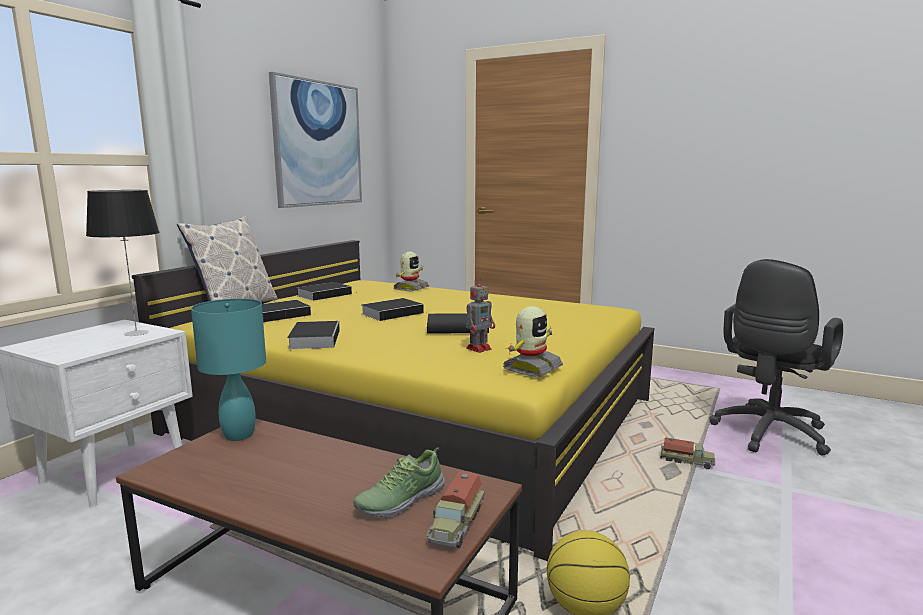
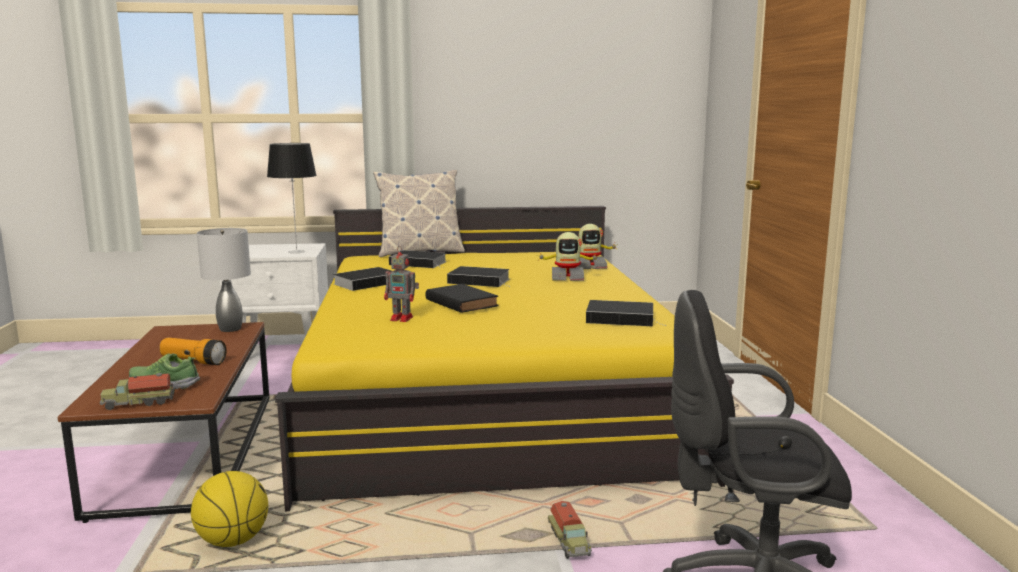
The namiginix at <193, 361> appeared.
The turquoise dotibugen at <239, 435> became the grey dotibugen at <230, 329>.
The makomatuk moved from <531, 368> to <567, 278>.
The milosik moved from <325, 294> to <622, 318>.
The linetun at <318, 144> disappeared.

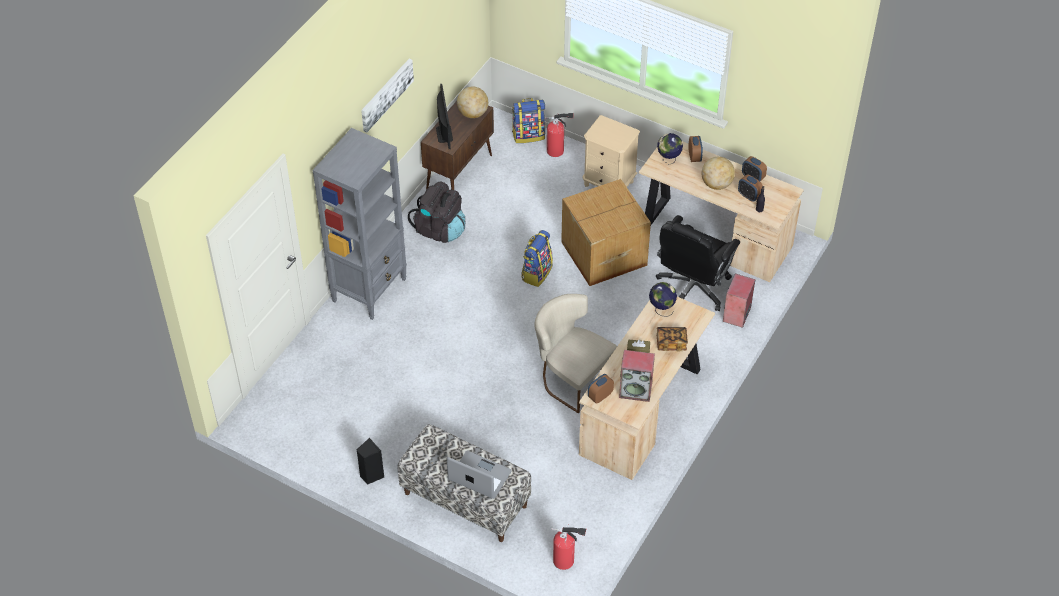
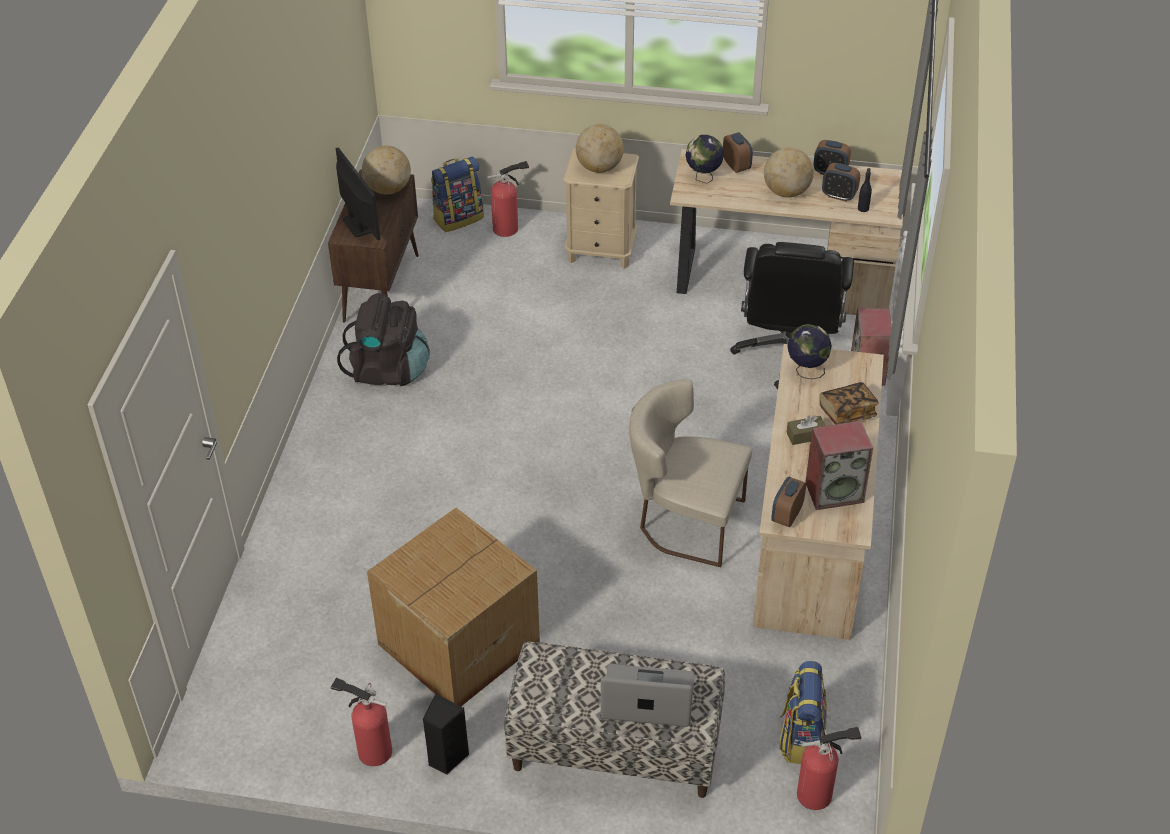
The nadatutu at <371, 750> appeared.
The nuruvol moved from <602, 253> to <456, 644>.
The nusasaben at <599, 167> appeared.
The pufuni moved from <536, 273> to <801, 738>.
The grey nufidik at <370, 289> disappeared.
The linetun at <386, 94> disappeared.

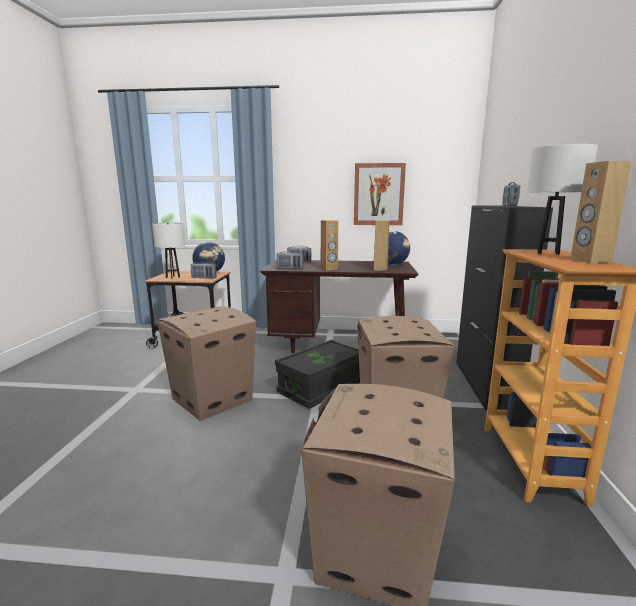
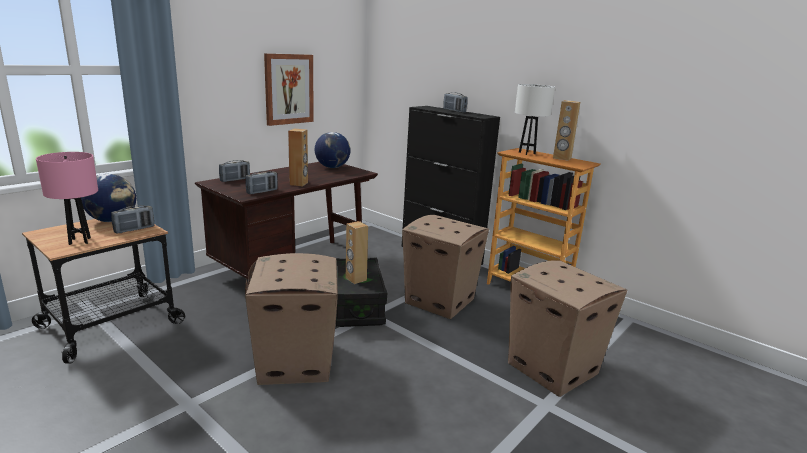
The white dotibugen at <173, 277> became the pink dotibugen at <80, 241>.
The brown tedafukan moved from <380, 269> to <355, 279>.

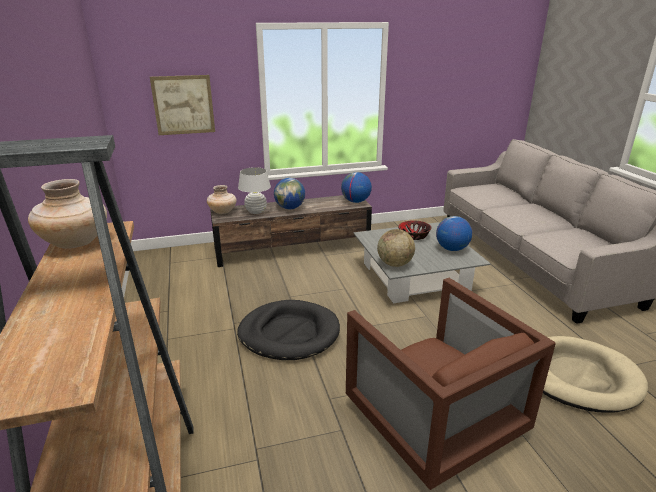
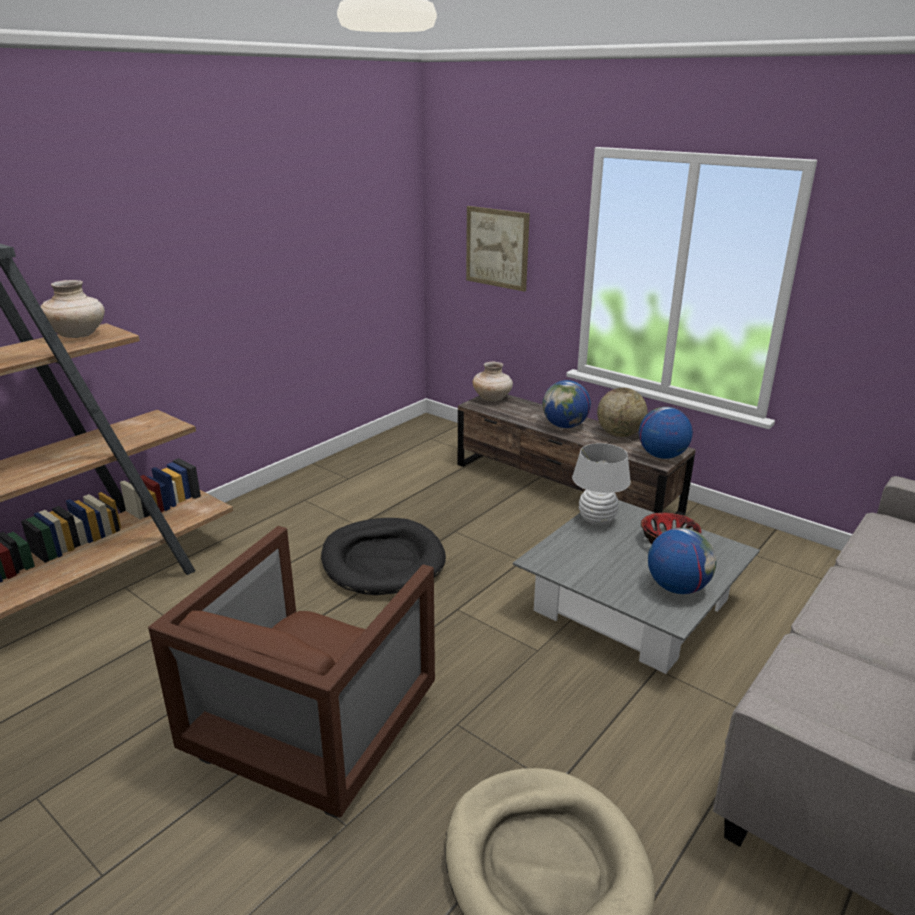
The white dotibugen moved from <256, 212> to <597, 520>.
The nusasaben moved from <395, 264> to <619, 434>.

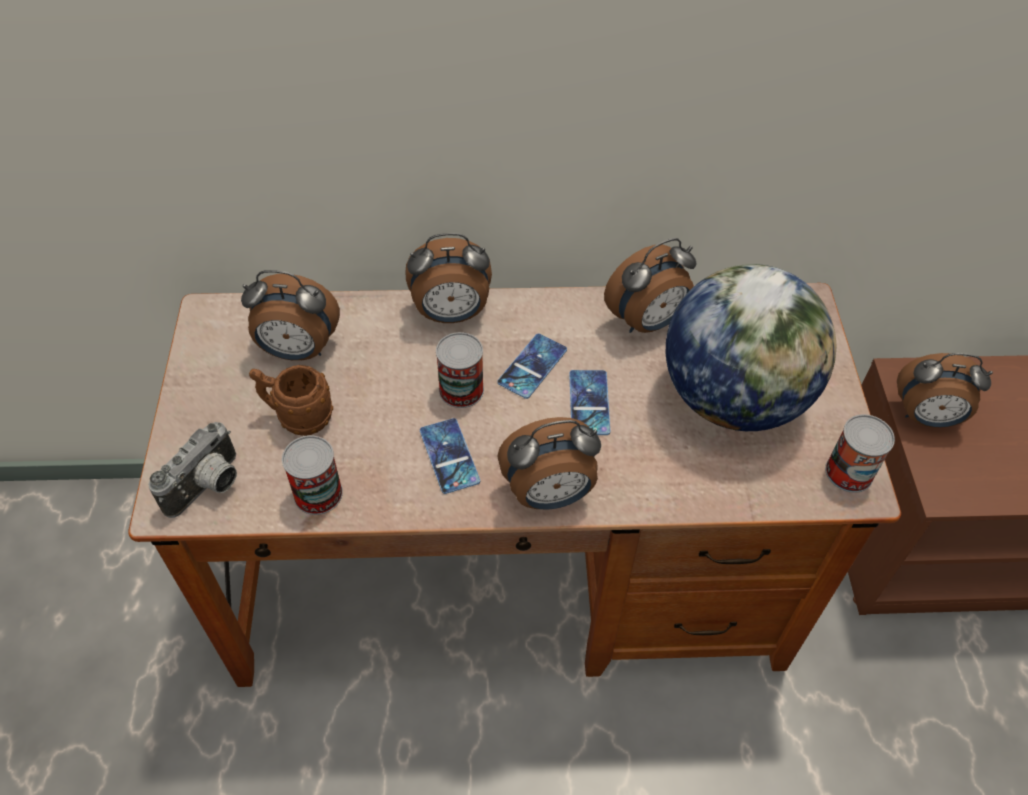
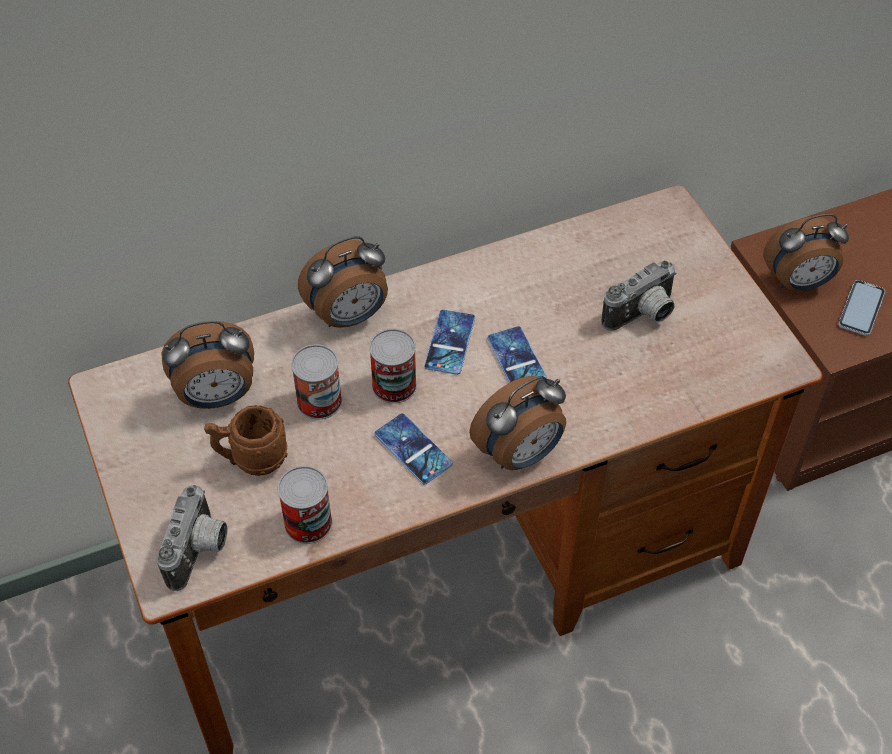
The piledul moved from <849, 472> to <319, 401>.
The nusasaben at <733, 398> was replaced by the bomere at <643, 316>.
The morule at <861, 309> appeared.
The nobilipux at <647, 322> disappeared.

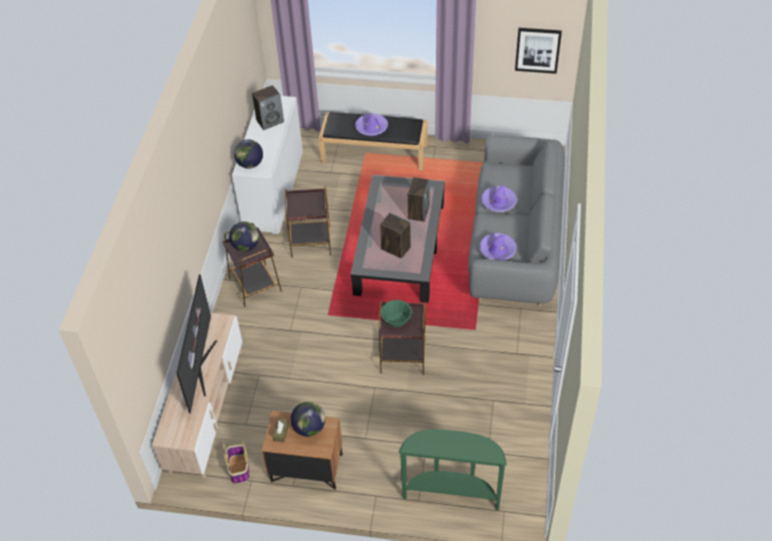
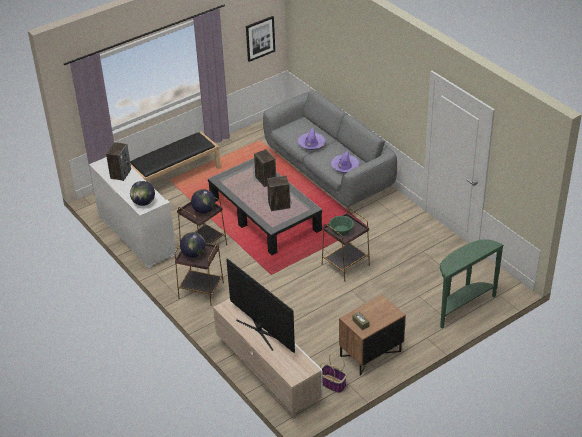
The nusasaben moved from <309, 428> to <204, 210>.
The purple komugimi at <371, 127> disappeared.

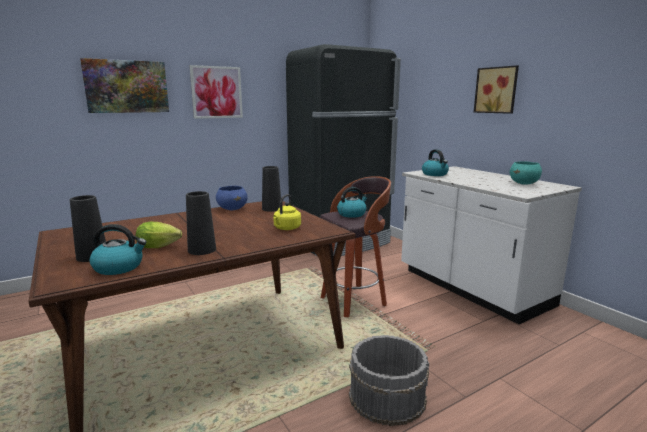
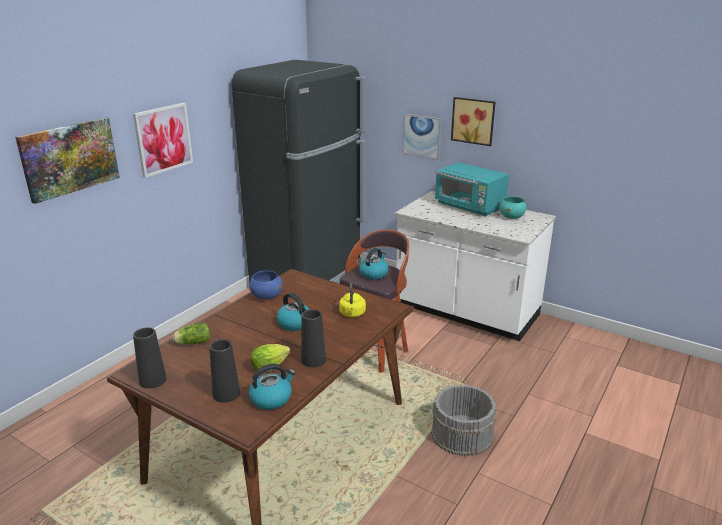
The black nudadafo moved from <271, 209> to <152, 380>.
The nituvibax at <192, 343> appeared.
The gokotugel moved from <435, 174> to <295, 323>.
The linetun at <422, 136> appeared.
The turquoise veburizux at <469, 207> appeared.

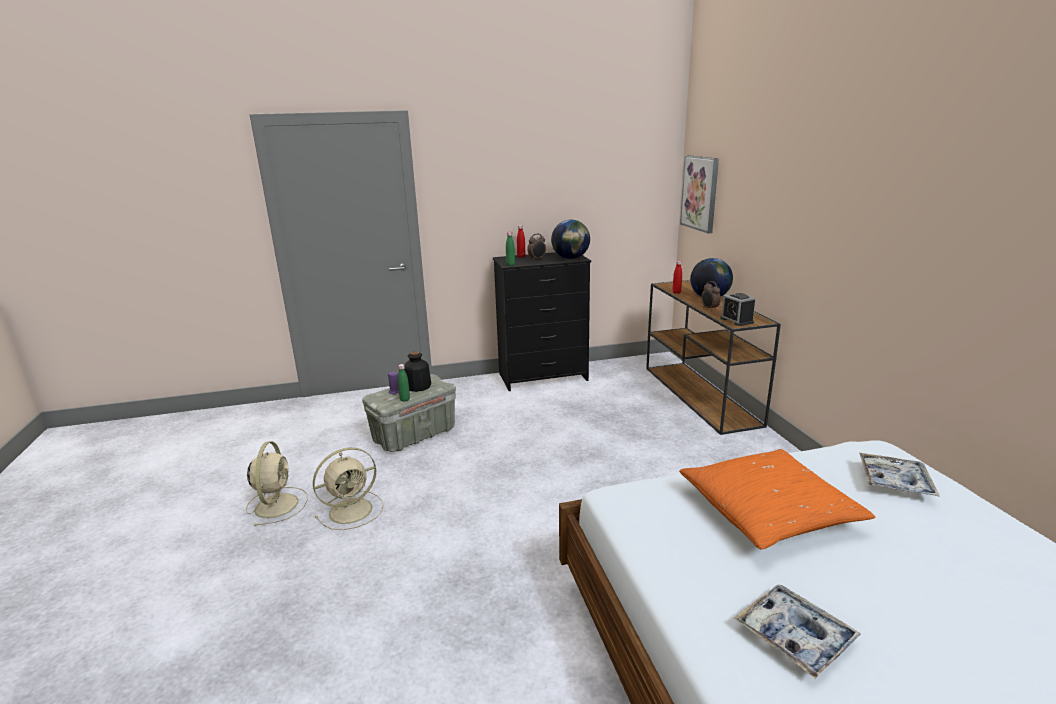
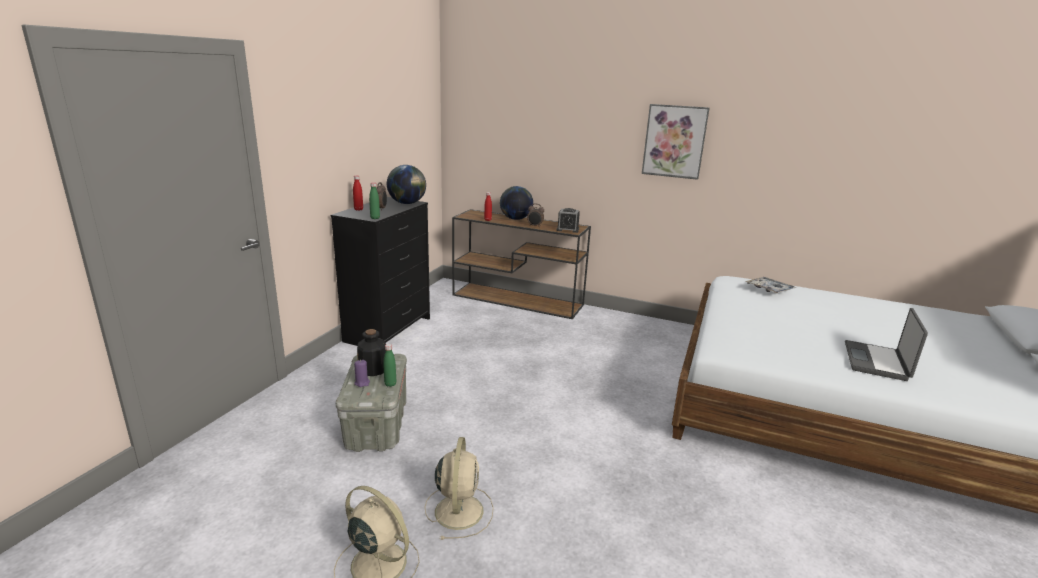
The linetun moved from <700, 193> to <674, 141>.
The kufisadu at <794, 636> was replaced by the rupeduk at <877, 362>.
The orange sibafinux at <768, 511> disappeared.

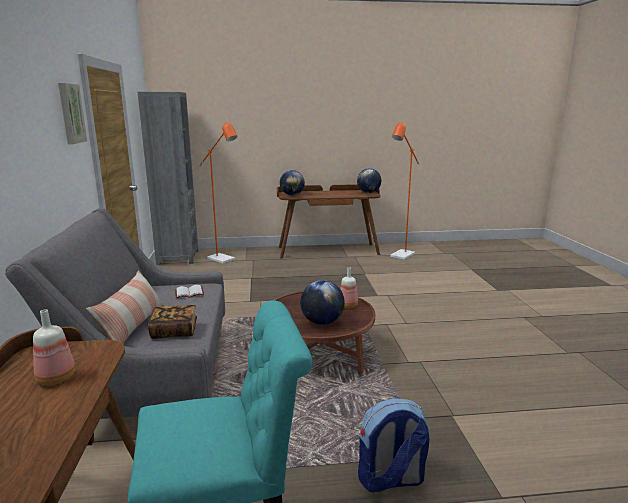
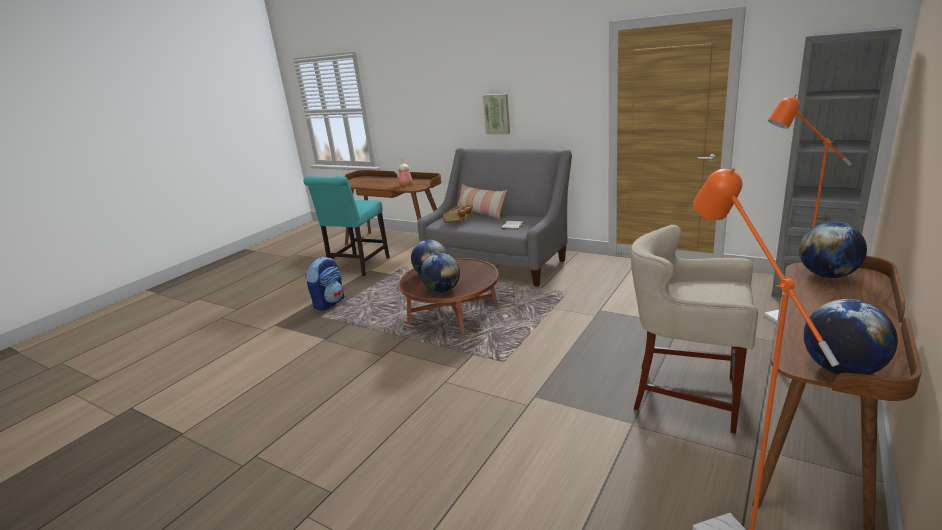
The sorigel at <347, 305> was replaced by the nusasaben at <442, 290>.
The linetun moved from <70, 113> to <497, 114>.
The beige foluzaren at <687, 395> appeared.

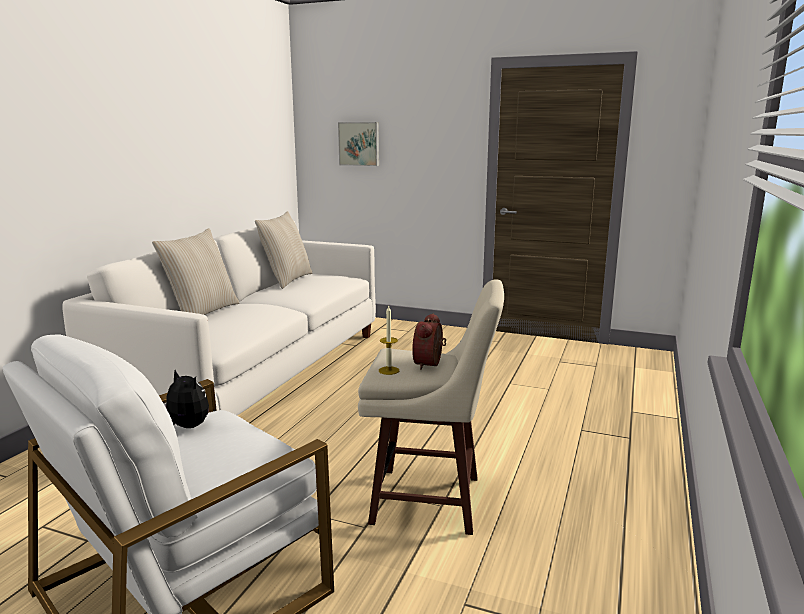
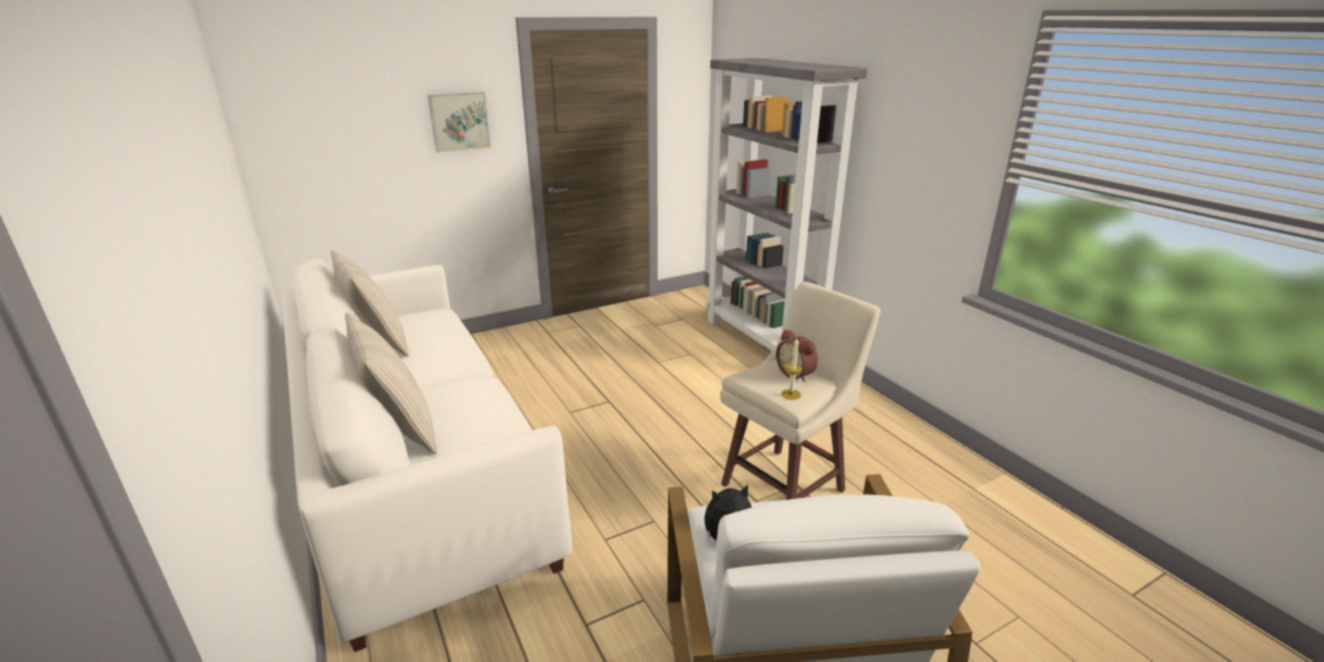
The linetun moved from <359, 144> to <459, 121>.
The grey nufidik at <763, 341> appeared.

